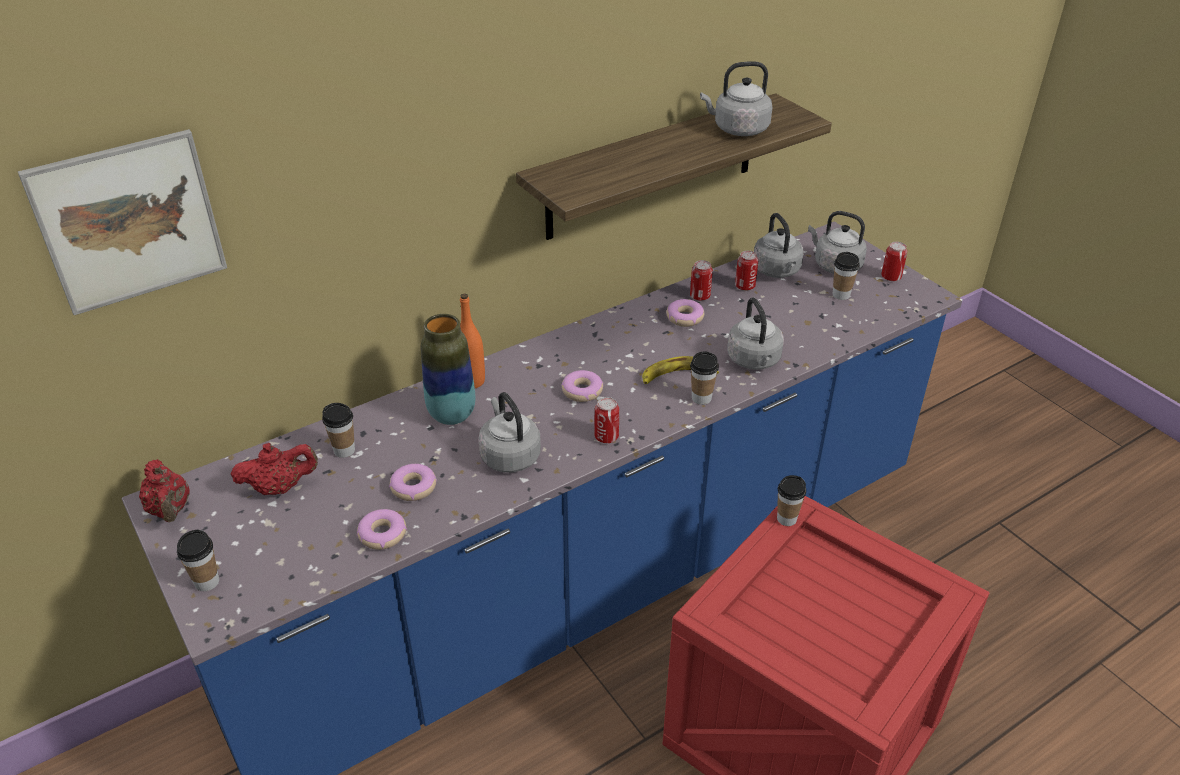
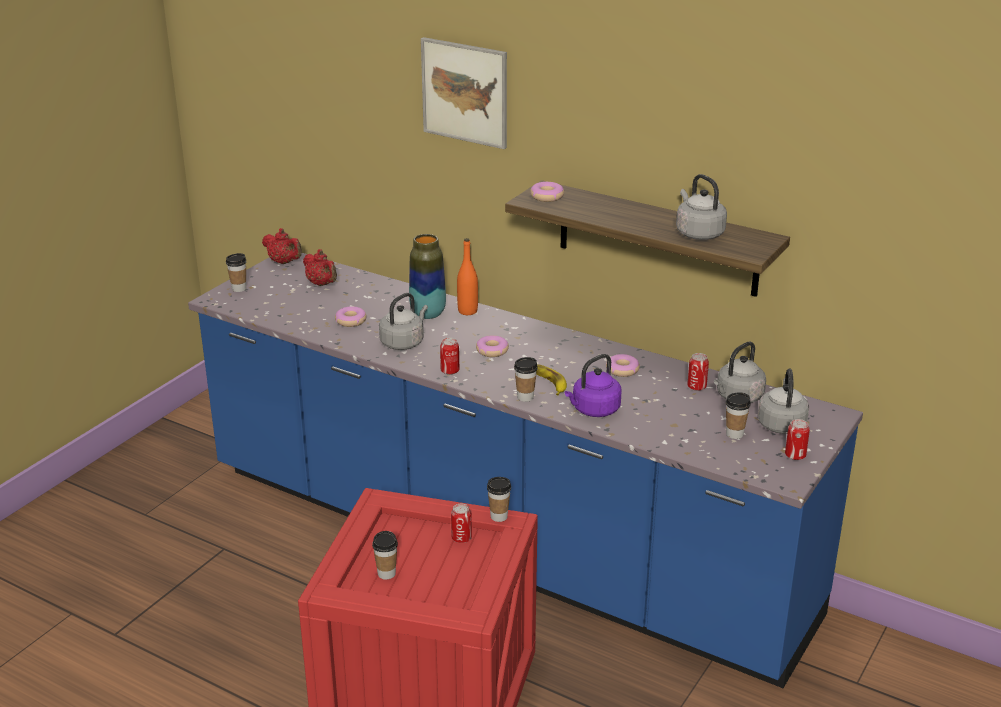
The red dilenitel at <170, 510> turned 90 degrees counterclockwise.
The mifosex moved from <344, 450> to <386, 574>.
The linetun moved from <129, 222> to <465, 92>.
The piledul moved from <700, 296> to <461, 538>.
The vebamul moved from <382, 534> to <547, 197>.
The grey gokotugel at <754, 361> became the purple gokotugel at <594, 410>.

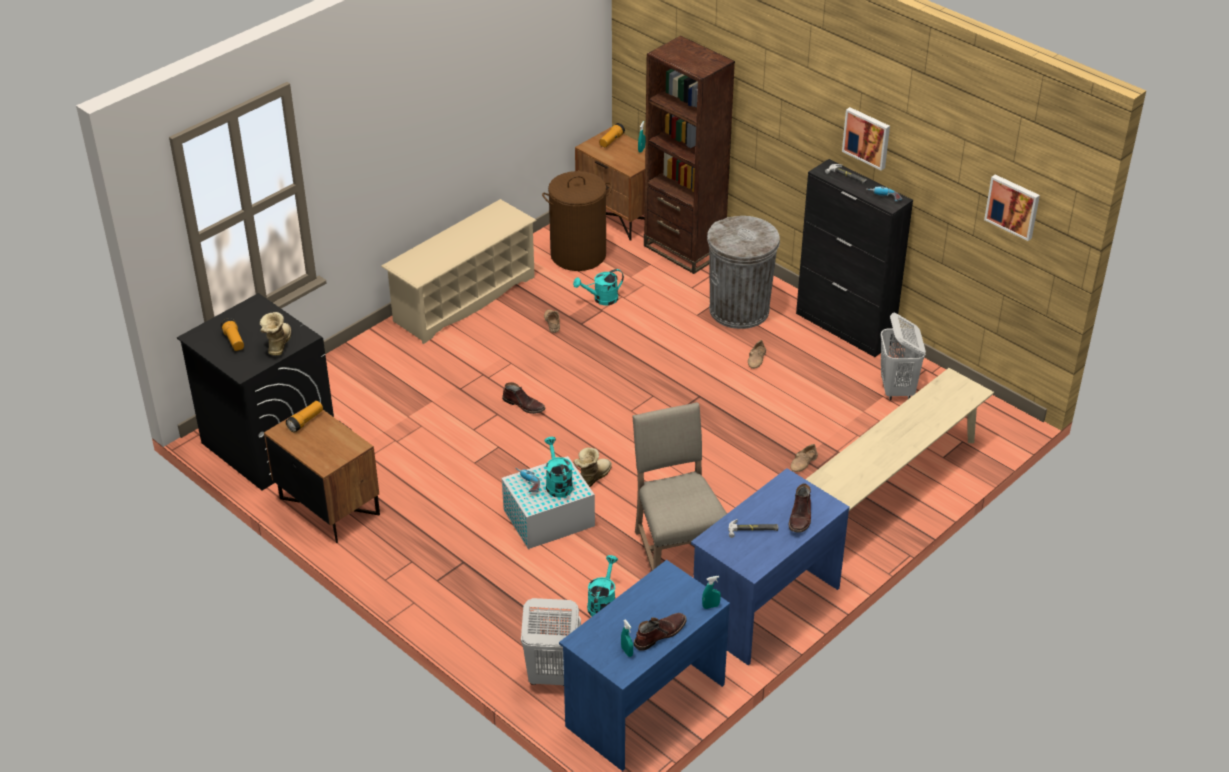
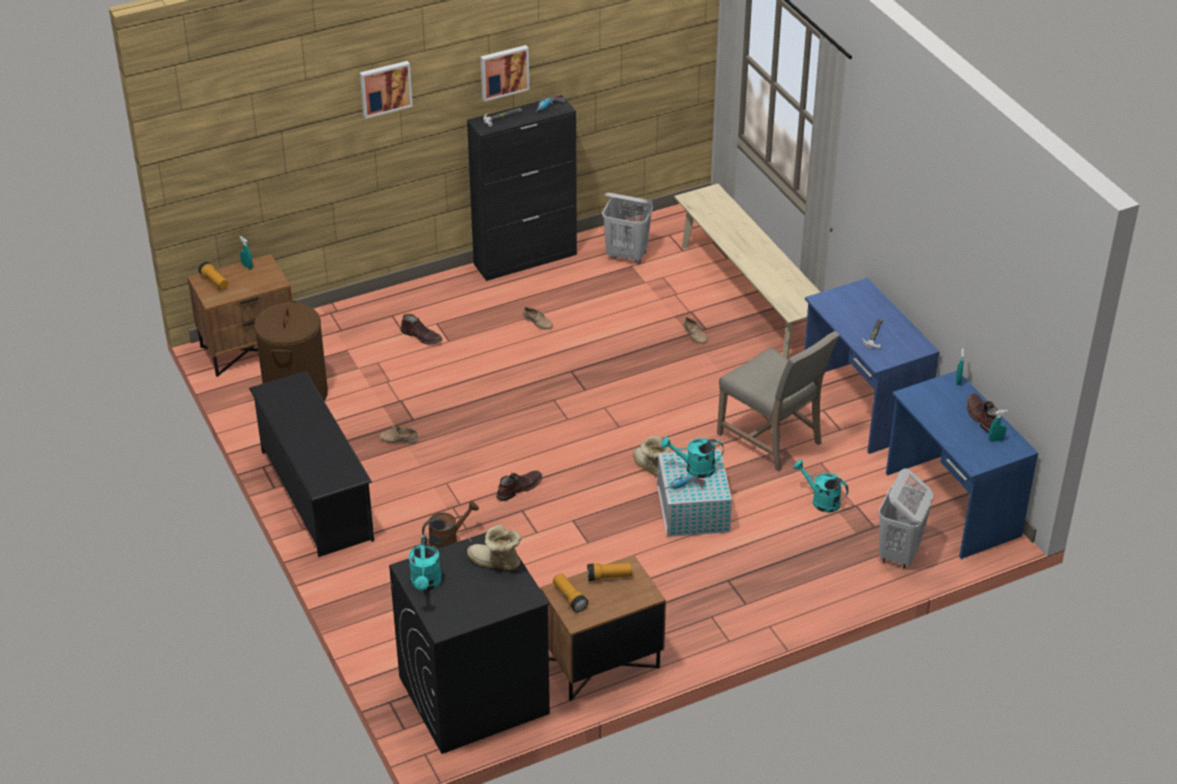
The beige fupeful at <464, 299> became the black fupeful at <316, 494>.
The linetun moved from <1013, 206> to <385, 88>.
The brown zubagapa moved from <800, 517> to <422, 336>.
The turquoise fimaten moved from <601, 299> to <426, 584>.
The brown fimaten at <448, 540> appeared.
The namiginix moved from <234, 341> to <609, 577>.
The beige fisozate at <676, 550> turned 135 degrees counterclockwise.
The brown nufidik at <684, 250> disappeared.
The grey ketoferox at <739, 310> disappeared.

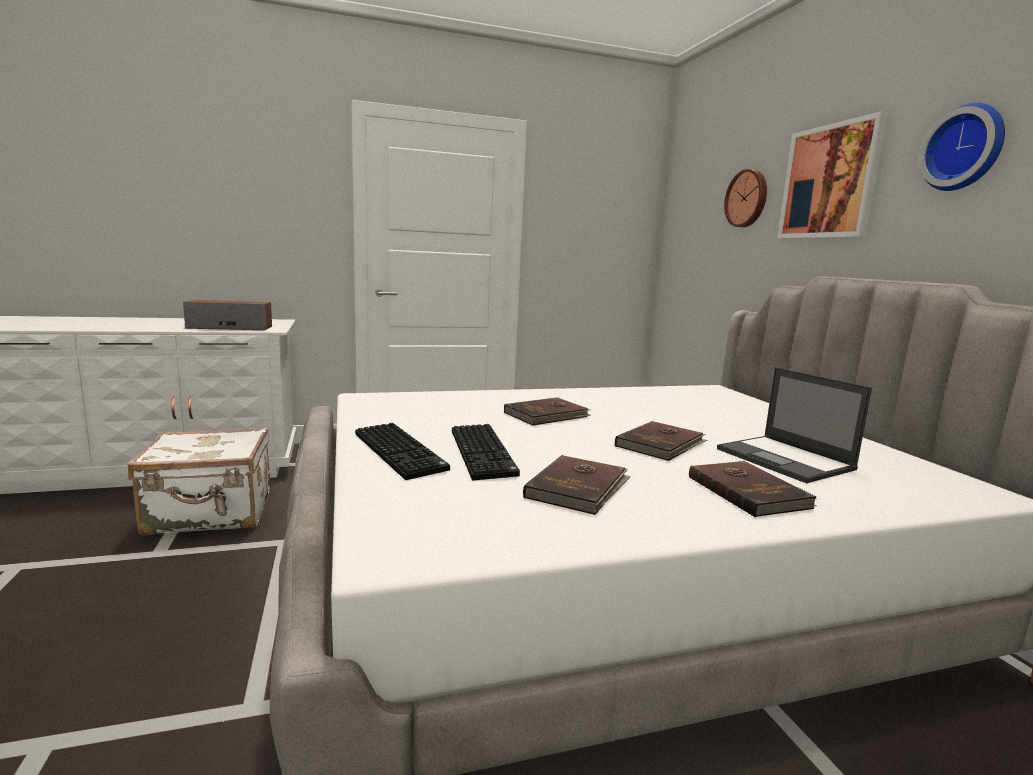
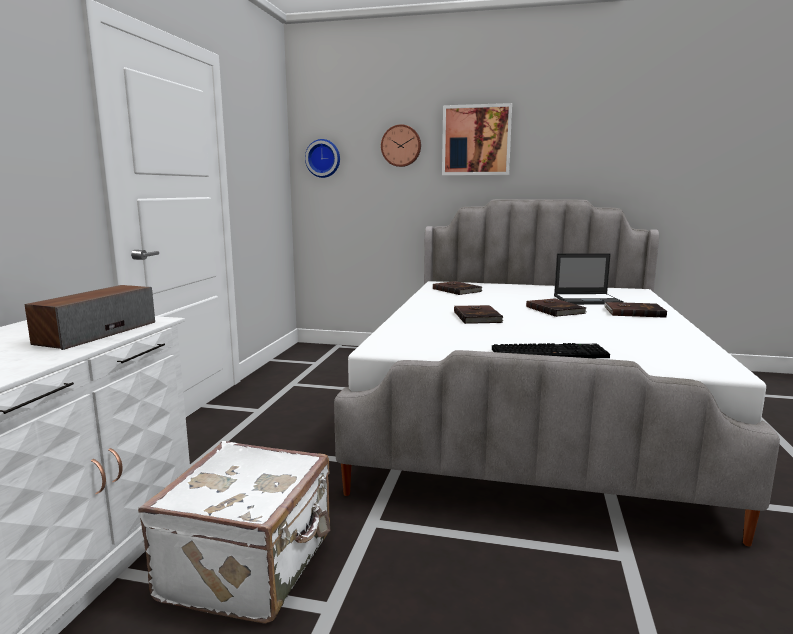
The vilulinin moved from <965, 148> to <323, 158>.
The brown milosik moved from <578, 488> to <457, 290>.
The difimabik at <484, 453> disappeared.

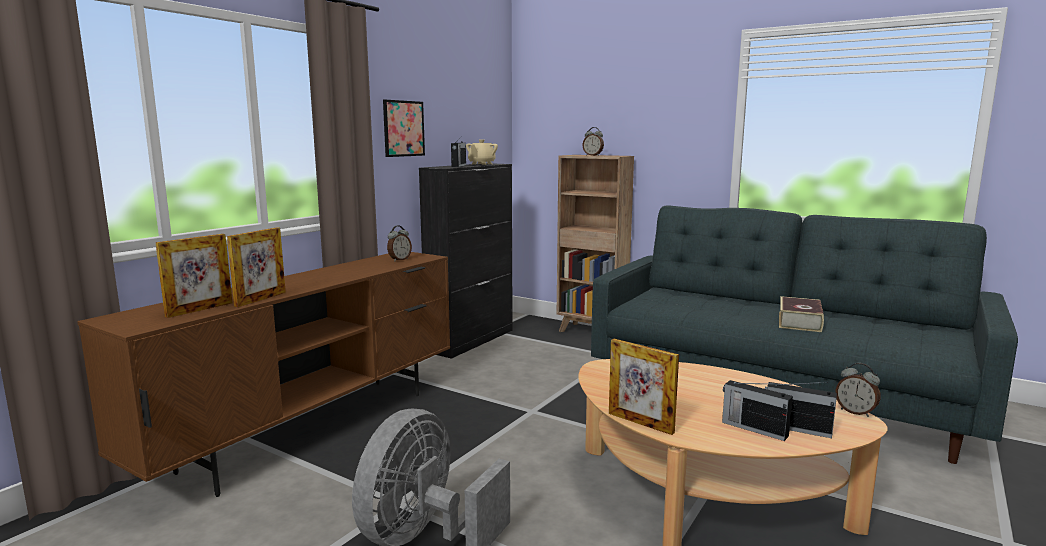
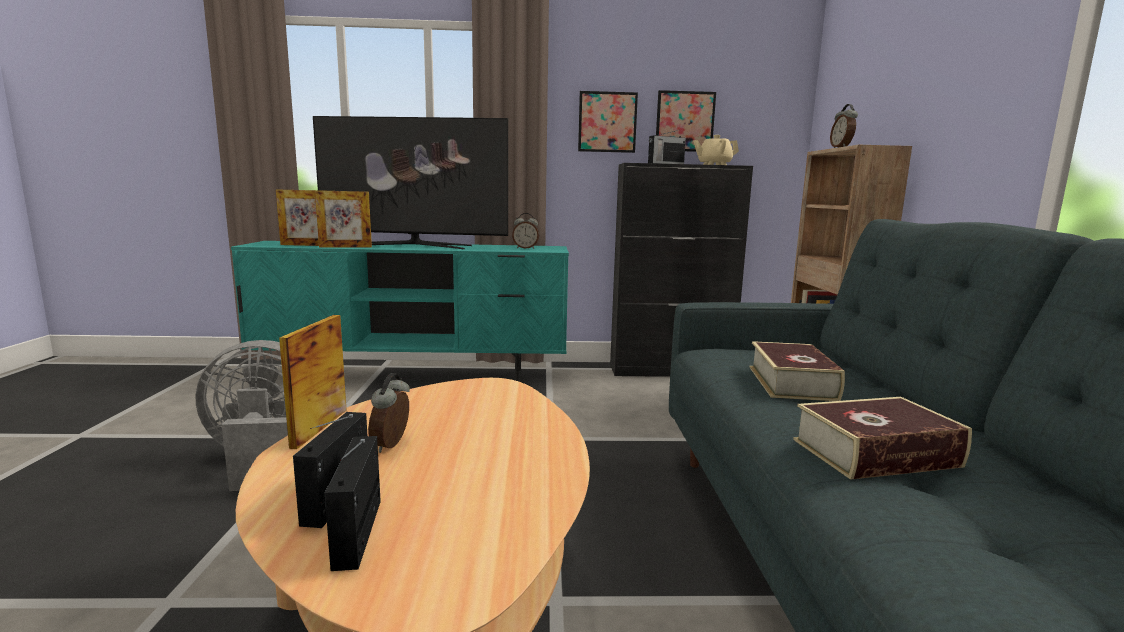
The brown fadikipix at <314, 429> became the turquoise fadikipix at <416, 377>.
The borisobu at <414, 245> appeared.
The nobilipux moved from <855, 412> to <392, 445>.
The linetun at <685, 121> appeared.
The milosik at <791, 383> appeared.

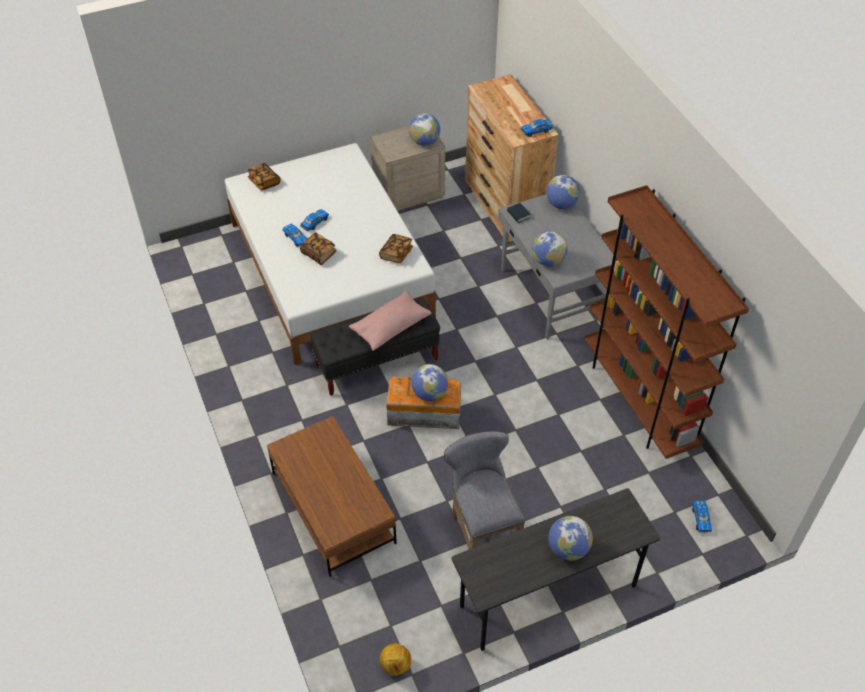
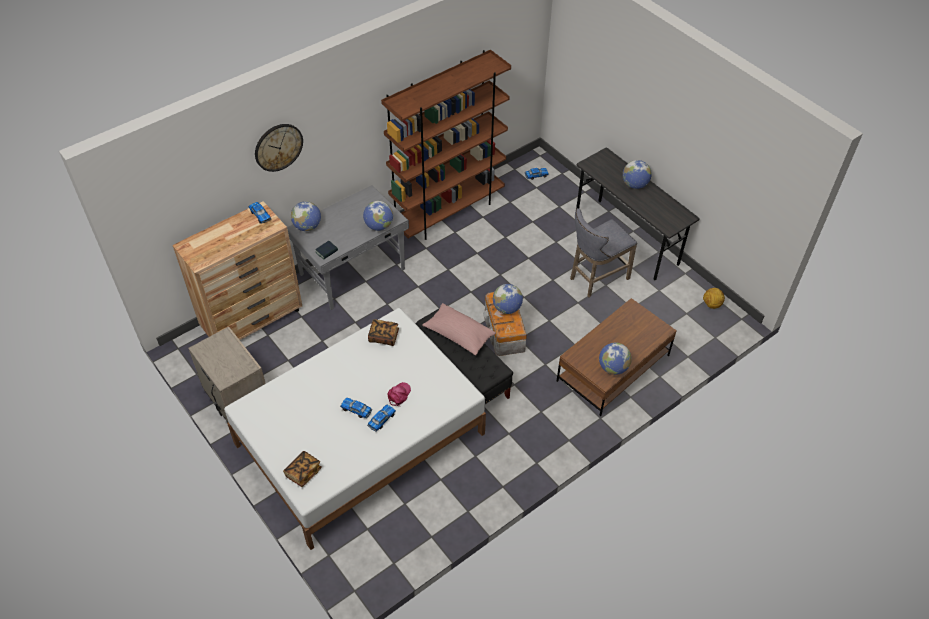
The vilulinin at <278, 147> appeared.
The milosik at <318, 254> was replaced by the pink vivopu at <399, 395>.
The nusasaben moved from <424, 142> to <613, 368>.

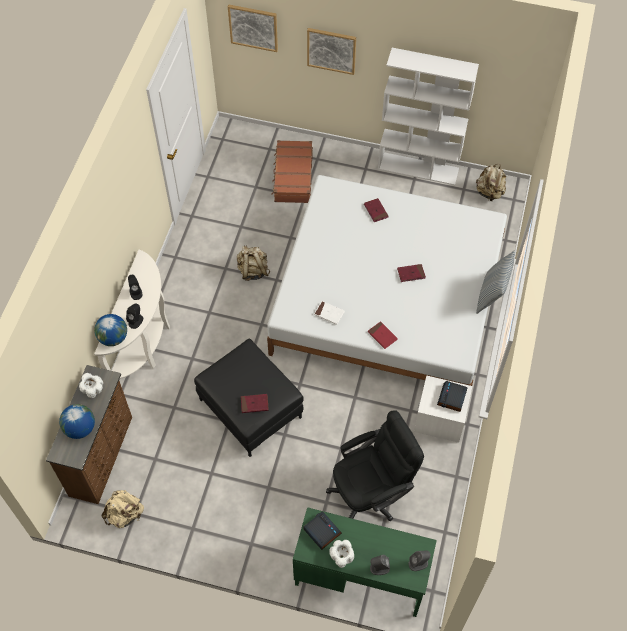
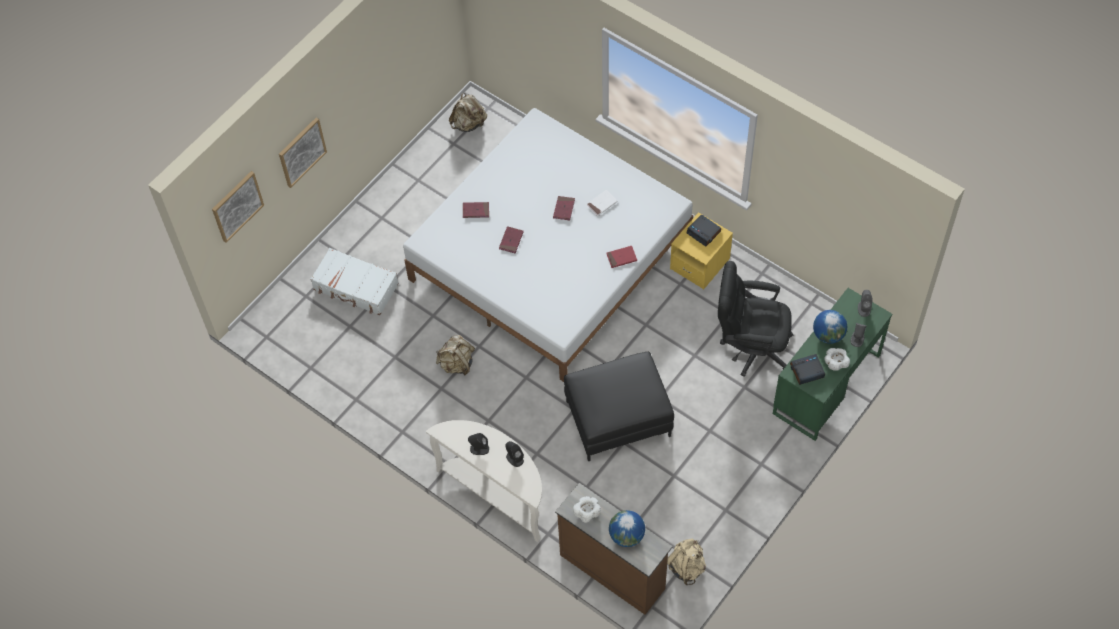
The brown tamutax at <292, 177> became the white tamutax at <355, 287>.
The red milosik moved from <254, 404> to <511, 240>.
The white milosik moved from <329, 313> to <601, 204>.
The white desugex at <440, 419> became the yellow desugex at <700, 264>.
The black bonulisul at <371, 492> turned 75 degrees counterclockwise.
The nusasaben moved from <113, 338> to <828, 335>.
The white nufidik at <418, 168> disappeared.
The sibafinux at <492, 295> disappeared.

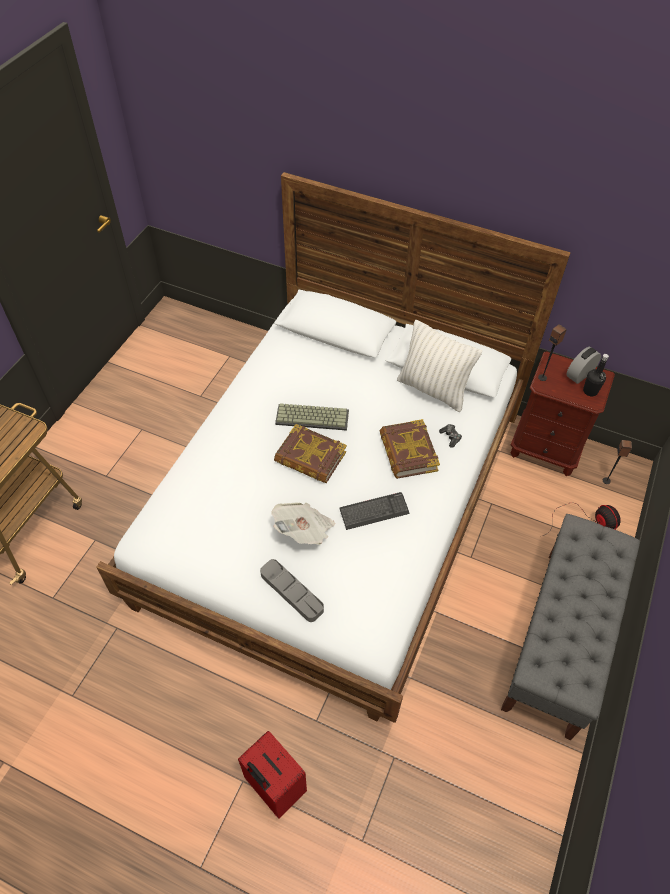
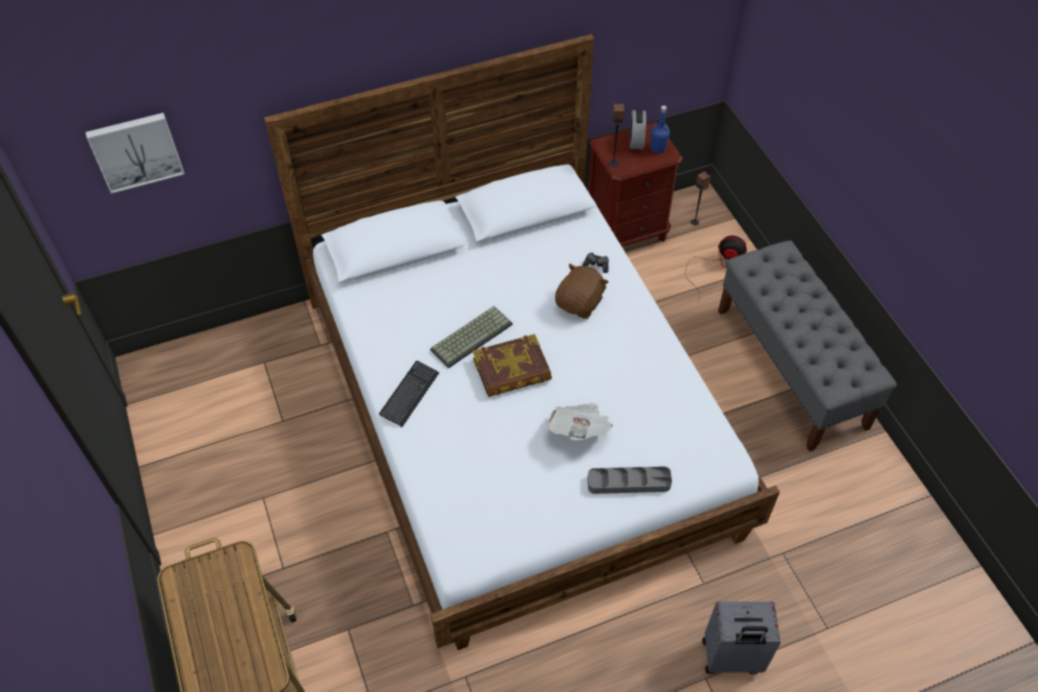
The linetun at <135, 150> appeared.
The difimabik moved from <374, 511> to <409, 394>.
The milosik at <408, 452> was replaced by the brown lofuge at <580, 303>.
The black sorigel at <590, 391> became the blue sorigel at <658, 148>.
The red tamutax at <274, 787> became the grey tamutax at <731, 658>.
The white sibafinux at <433, 389> disappeared.

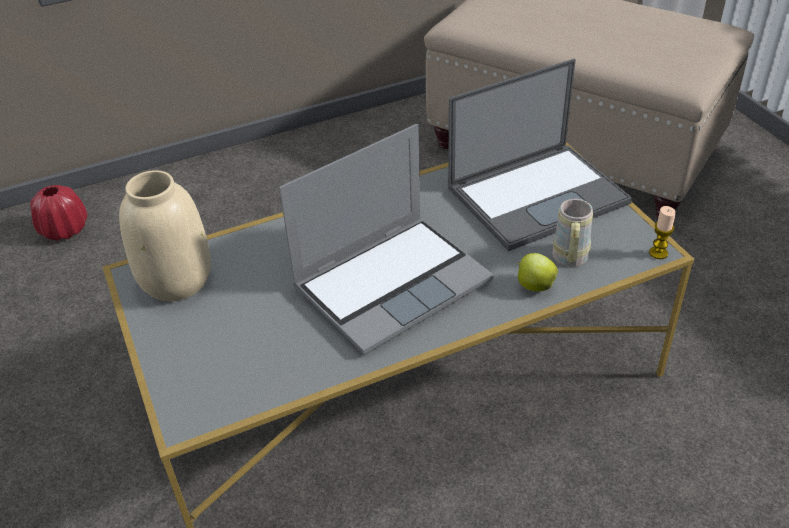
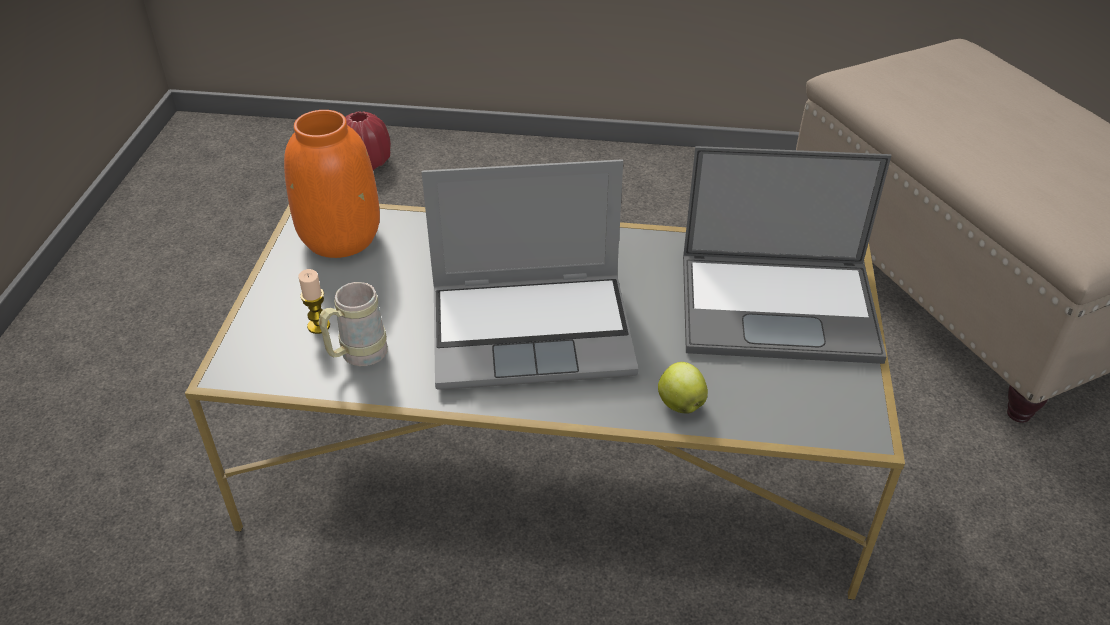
The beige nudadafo at <177, 281> became the orange nudadafo at <340, 238>.
The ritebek moved from <658, 253> to <318, 326>.
The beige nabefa moved from <569, 260> to <357, 357>.

